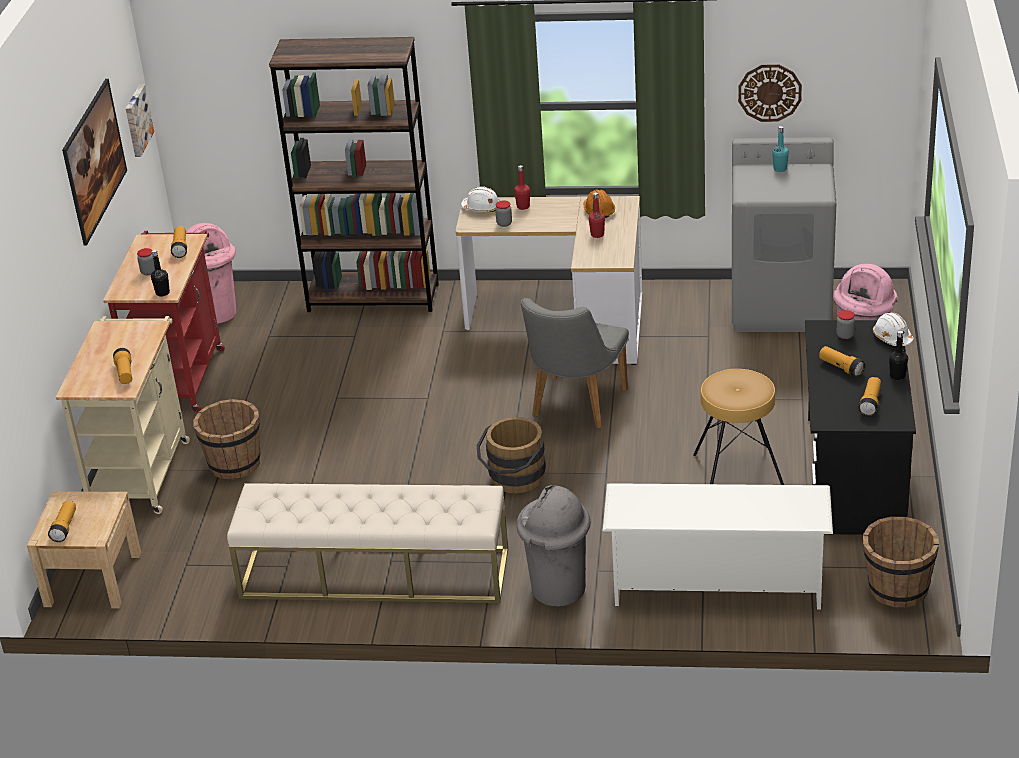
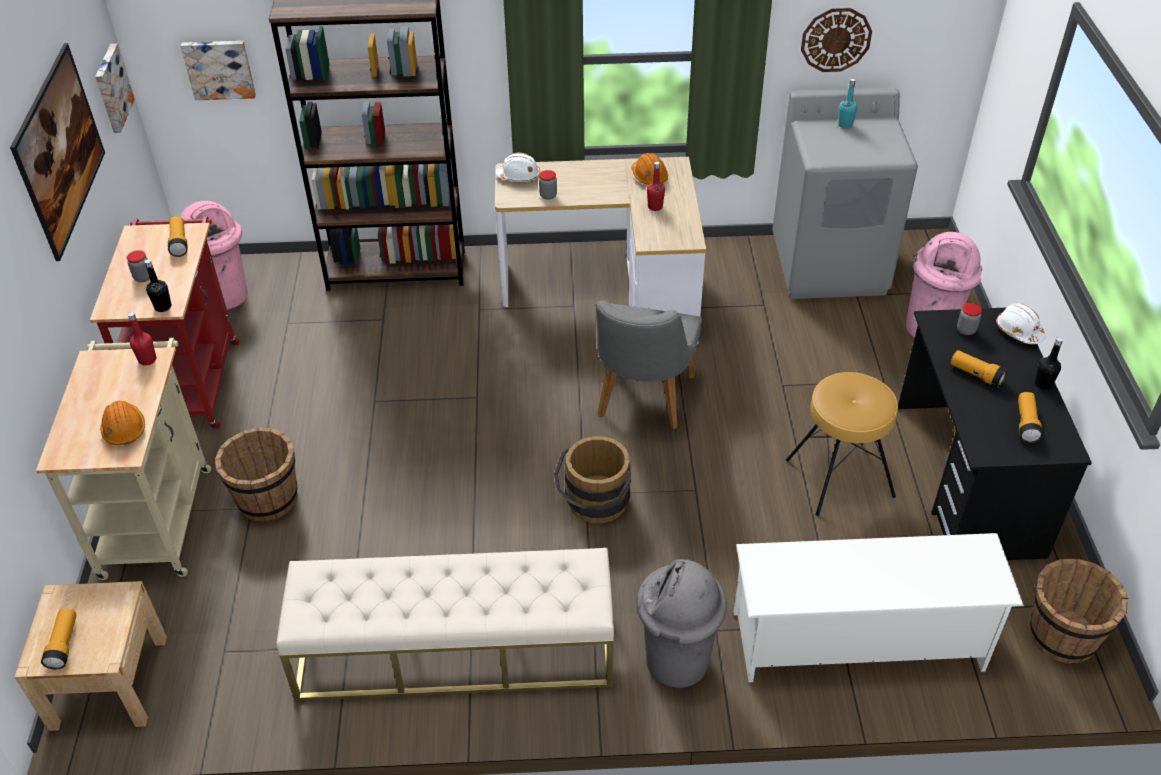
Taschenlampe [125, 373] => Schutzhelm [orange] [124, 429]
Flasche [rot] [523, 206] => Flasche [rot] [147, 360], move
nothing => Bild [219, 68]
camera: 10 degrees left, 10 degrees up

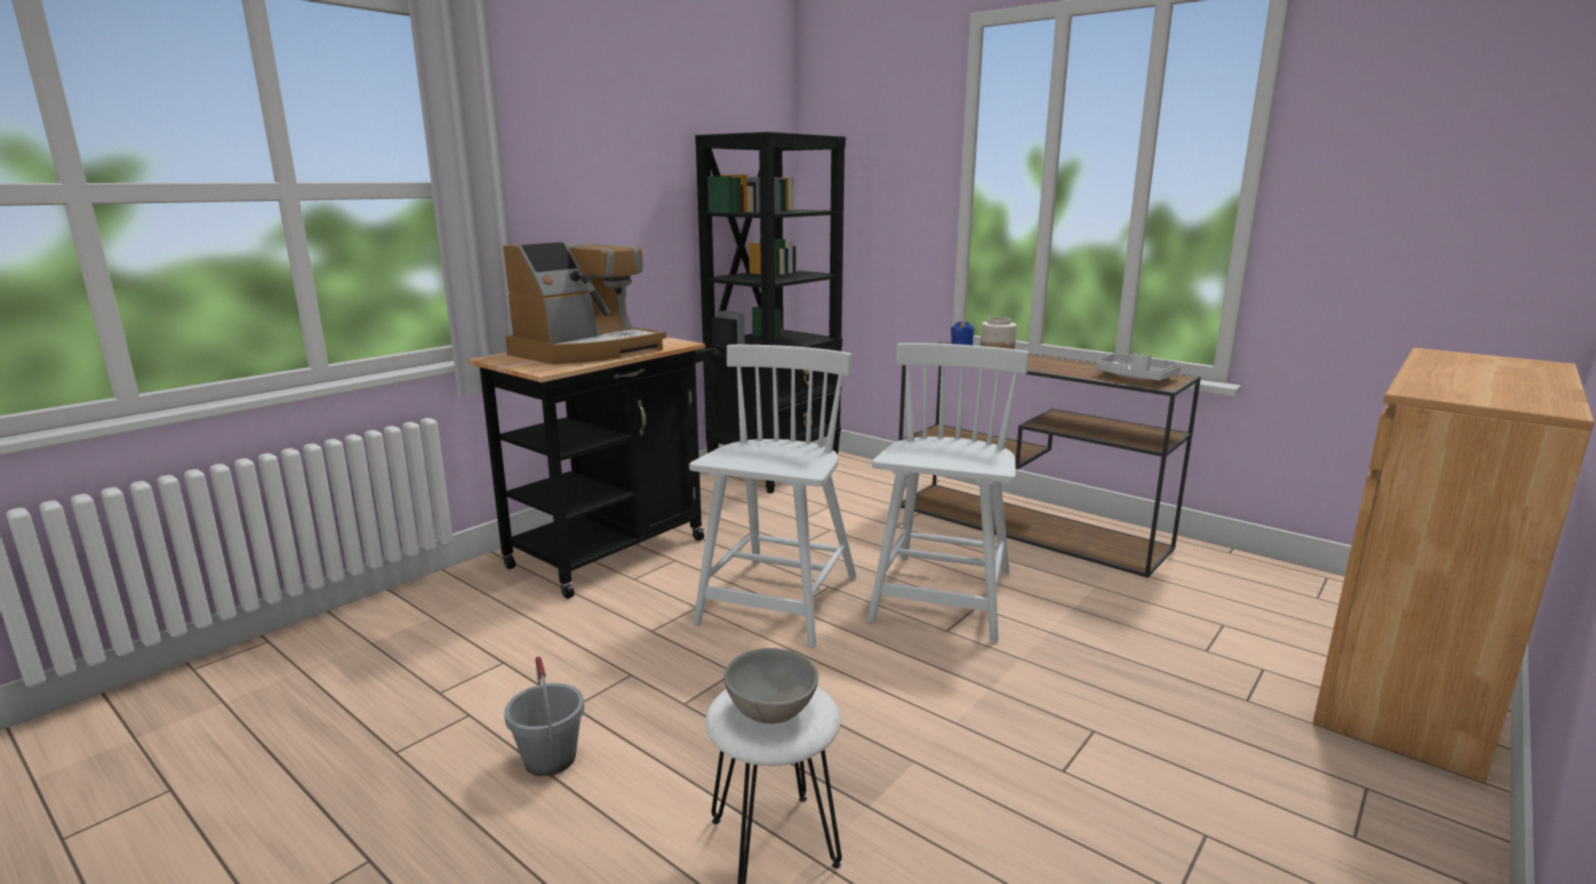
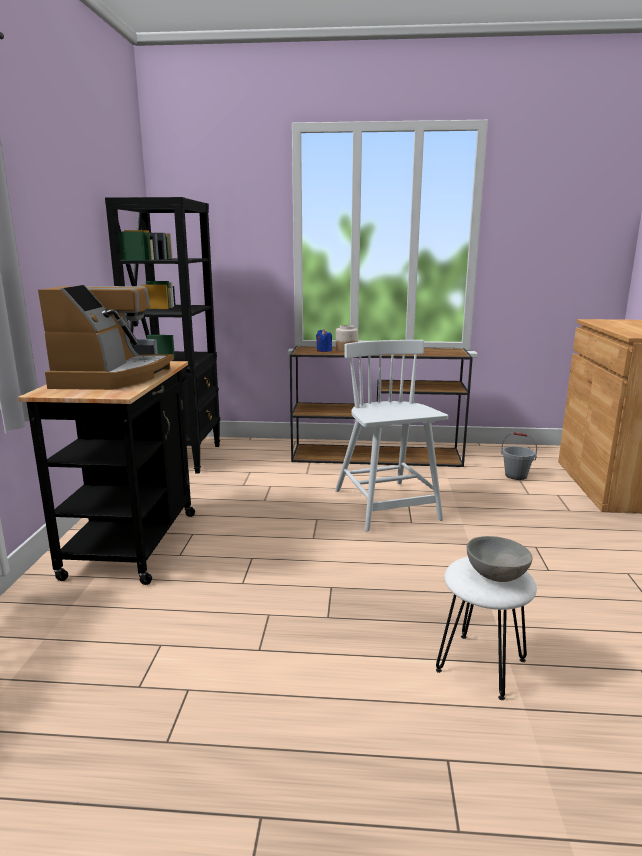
Eimer [grau] [550, 759] => Eimer [grau] [516, 476], move
Stuhl [weiß] [779, 602] => nothing
Tablett [grau] [1135, 377] => nothing
camera: 35 degrees left, 0 degrees up

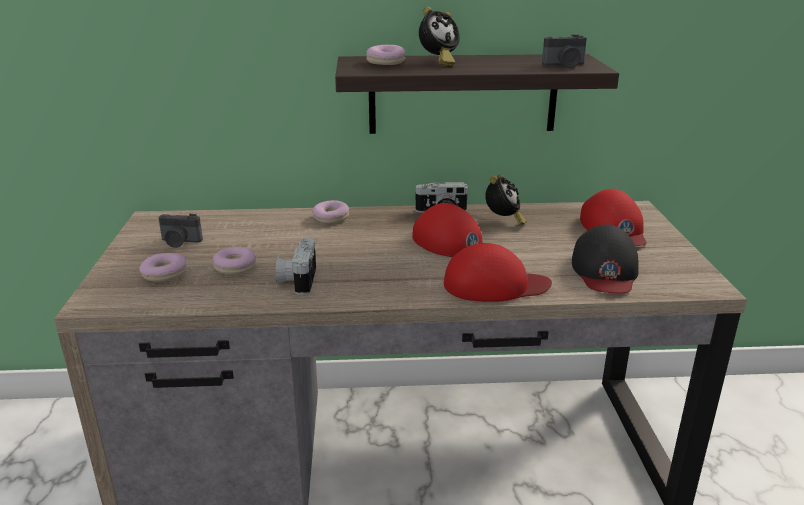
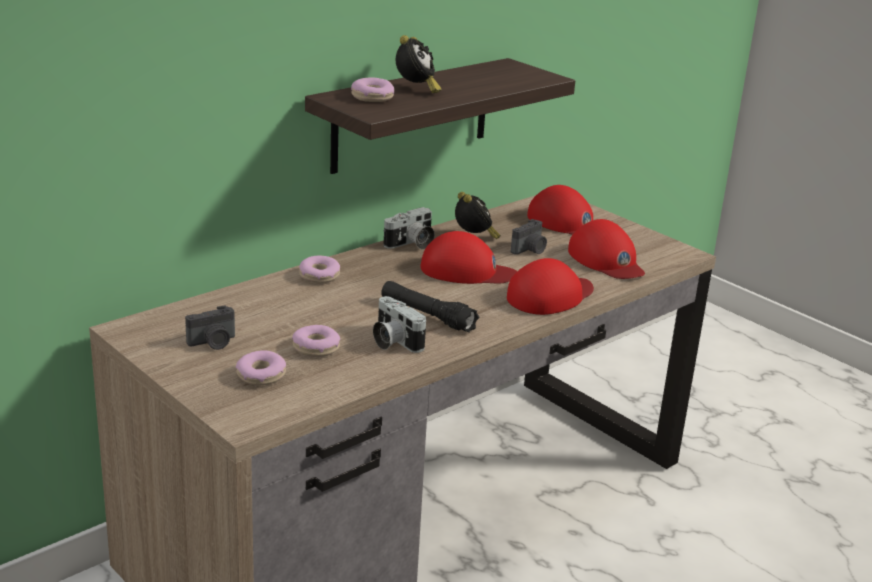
nothing => Taschenlampe [schwarz] [427, 315]
Kamera [565, 65] => Kamera [530, 250], move
Kappe [schwarz] [605, 270] => Kappe [rot] [606, 260]
camera: 40 degrees left, 0 degrees up

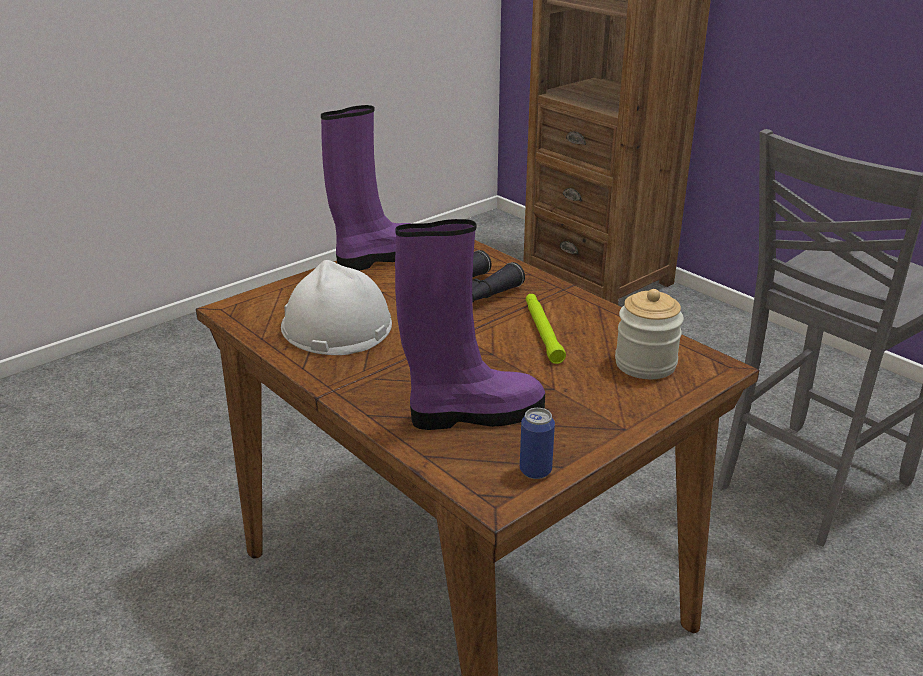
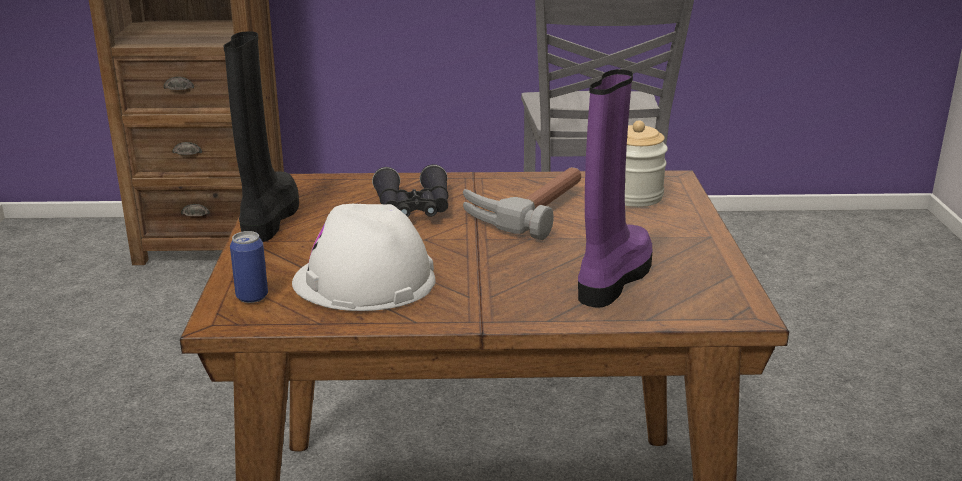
Stiefel [lila] [379, 258] => Stiefel [schwarz] [268, 218]
Dose [535, 470] => Dose [252, 297], move
Taschenlampe [grün] [542, 331] => Hammer [527, 208]
camera: 50 degrees left, 5 degrees down

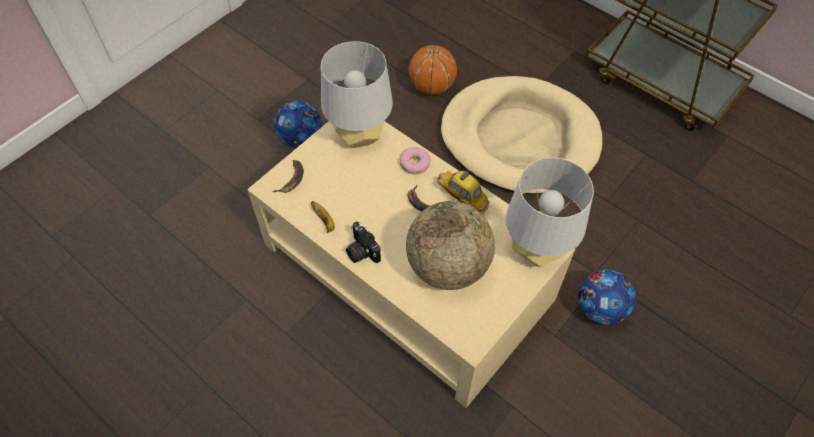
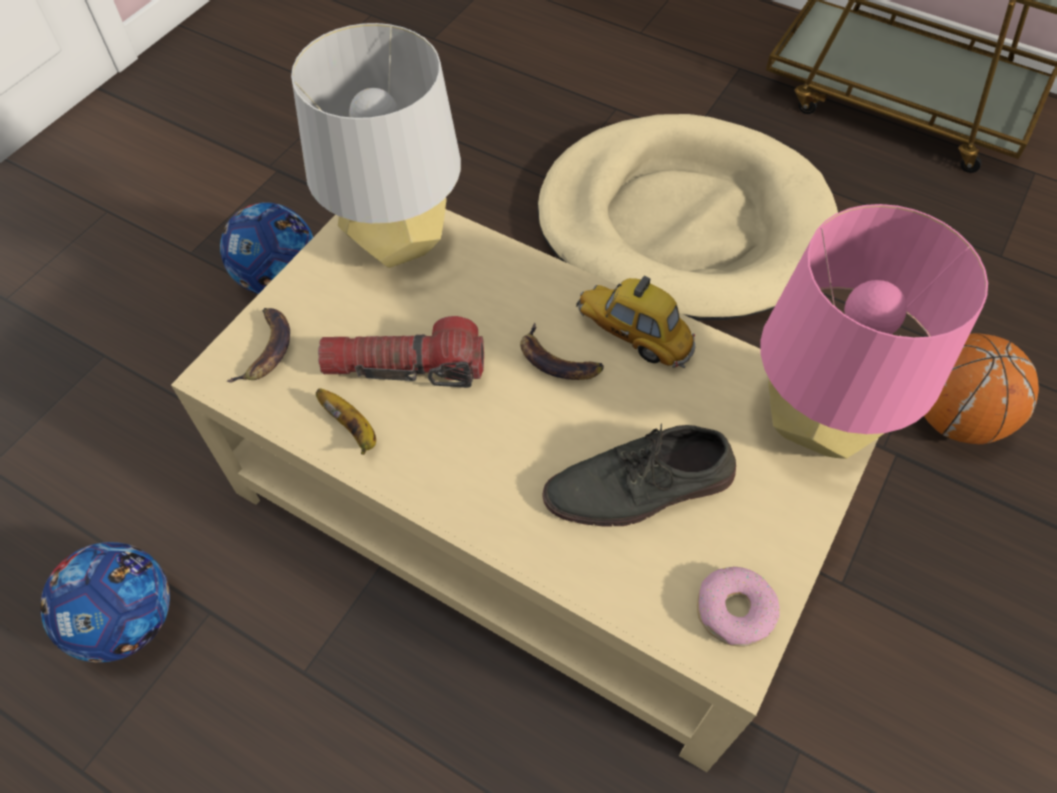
Fußball [600, 308] => Fußball [128, 620], move
nothing => Taschenlampe [405, 367]
Globus [448, 267] => Schuh [grau] [640, 488]
Donut [415, 164] => Donut [734, 610], move
Tischlampe [grau] [536, 251] => Tischlampe [rosa] [815, 424]
Basketball [432, 87] => Basketball [953, 418], move
Kamera [361, 251] => nothing
camera: 10 degrees left, 0 degrees up

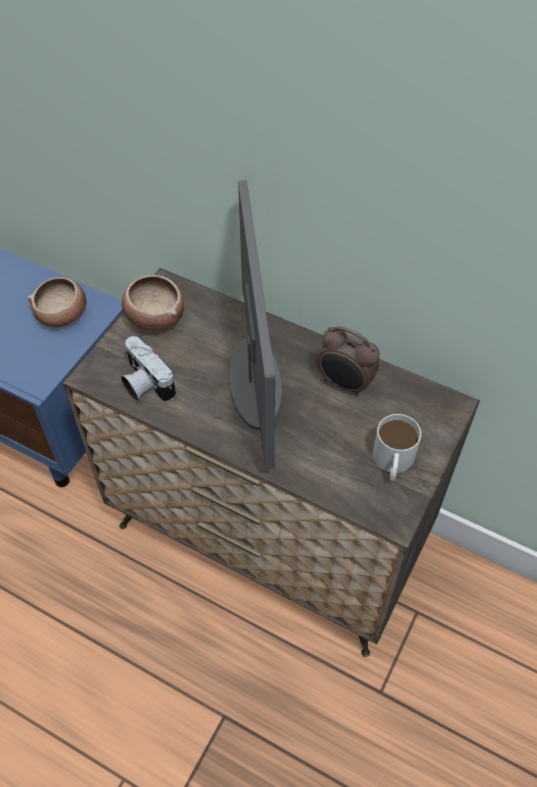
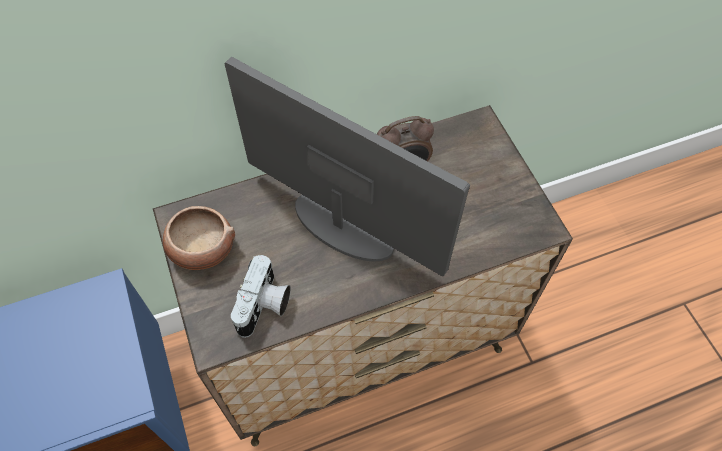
Kamera [144, 384] => Kamera [265, 306], 75 degrees counterclockwise
Schüssel [63, 314] => nothing
Henkelbecher [weiß] [392, 462] => nothing
camera: 50 degrees left, 5 degrees up

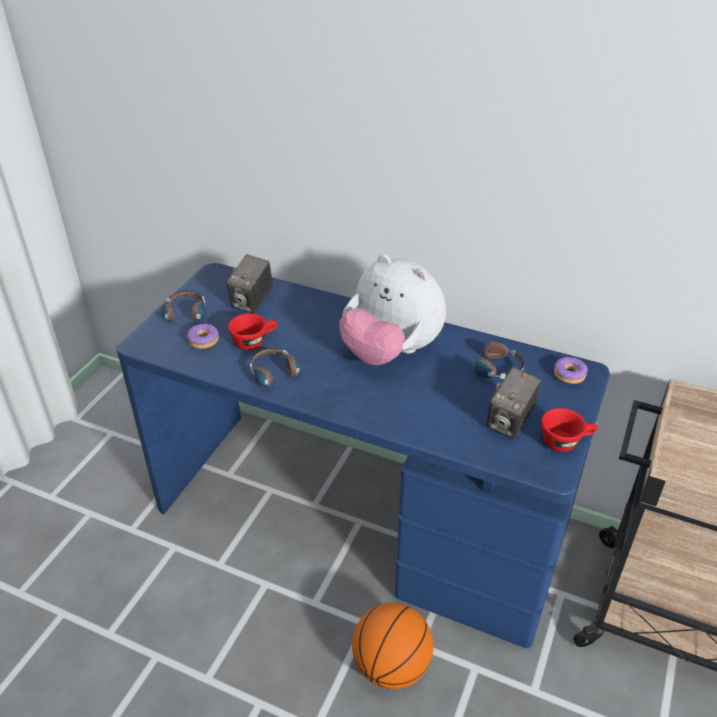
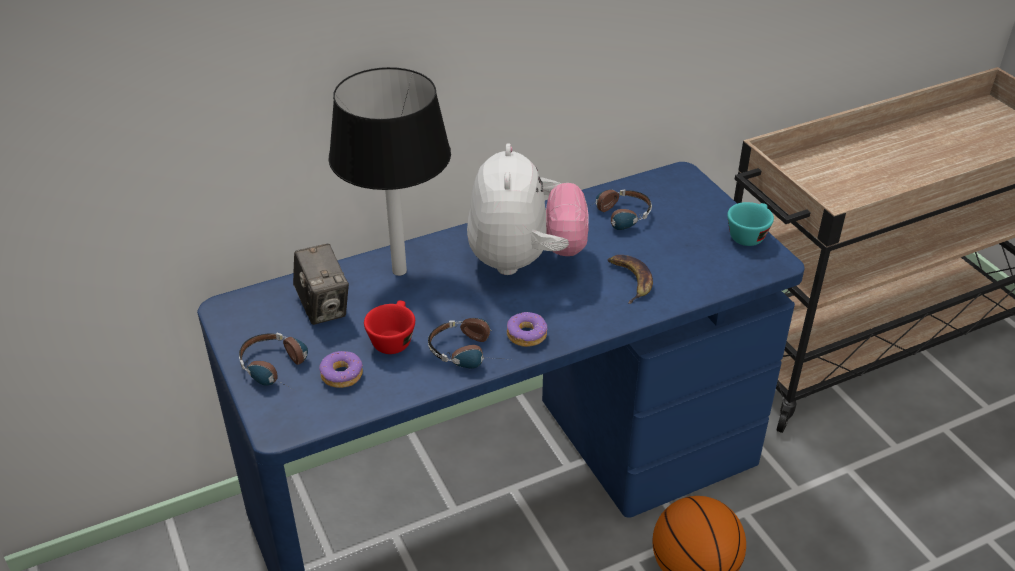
nothing => Tischlampe [schwarz] [399, 271]
Plüschtier [390, 352] => Plüschtier [524, 260], 75 degrees counterclockwise
Donut [569, 375] => Donut [526, 335], move
nothing => Banane [630, 280]
Tasse [rot] [565, 441] => Tasse [türkis] [748, 234]
Kamera [510, 422] => nothing
camera: 50 degrees left, 0 degrees up

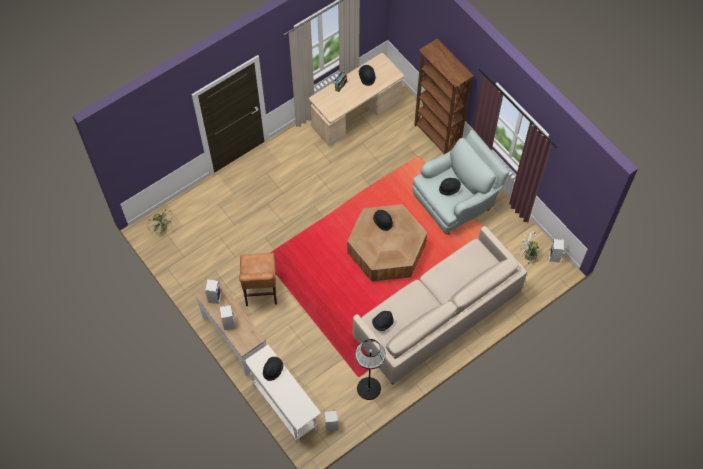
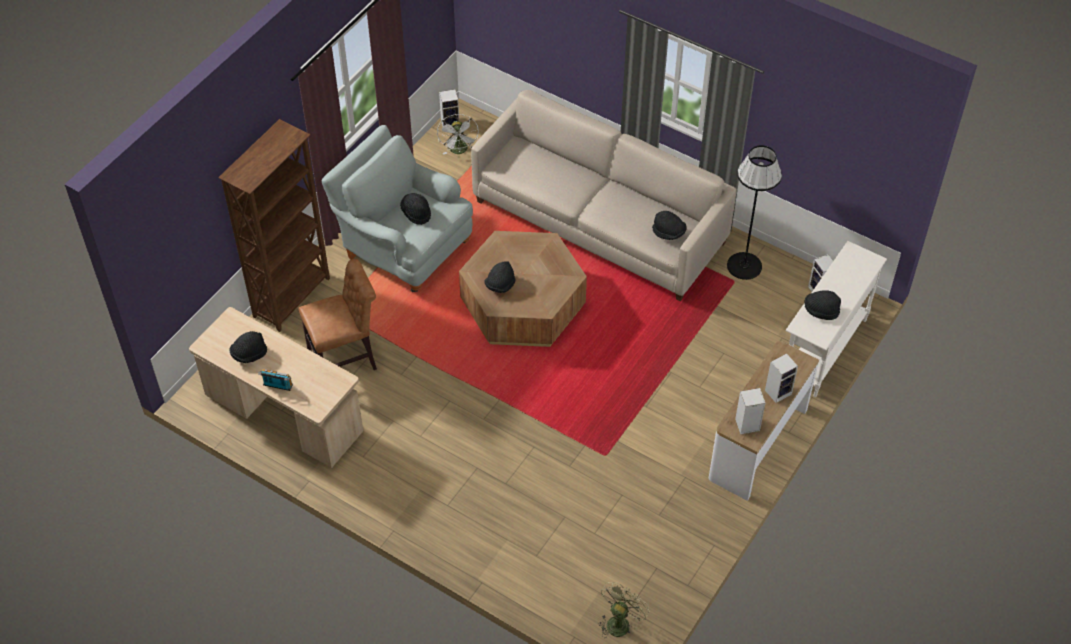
Stuhl [braun] [260, 291] => Stuhl [braun] [346, 359], move
camera: 110 degrees left, 10 degrees down

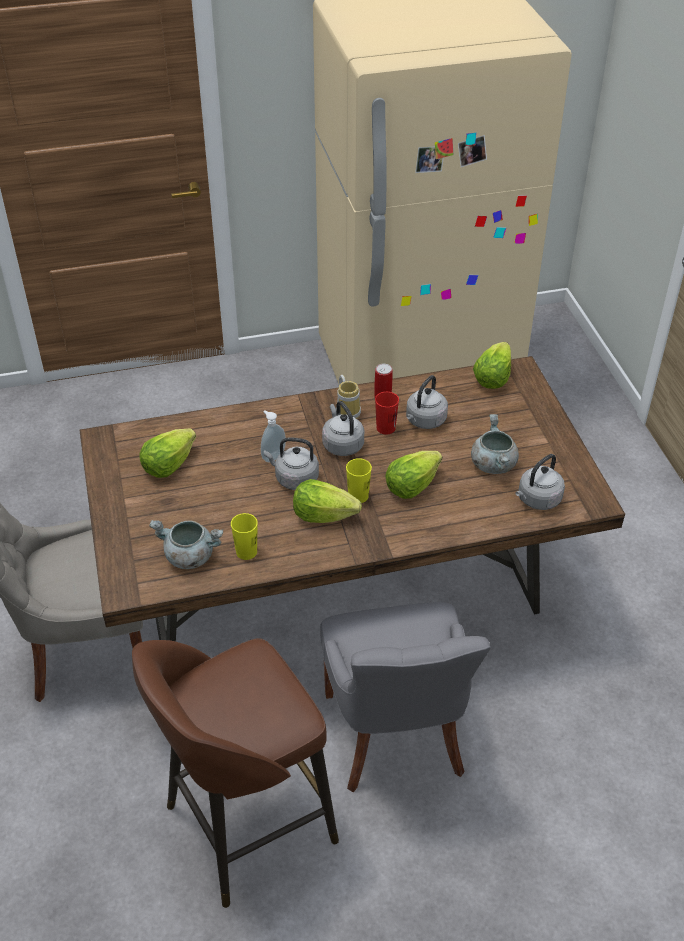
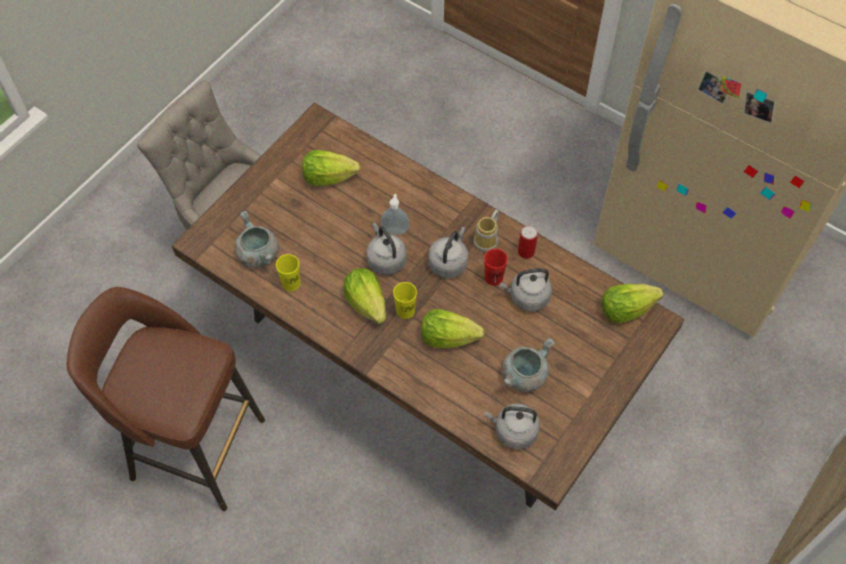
Stuhl [grau] [396, 736] => nothing
camera: 50 degrees right, 15 degrees up

